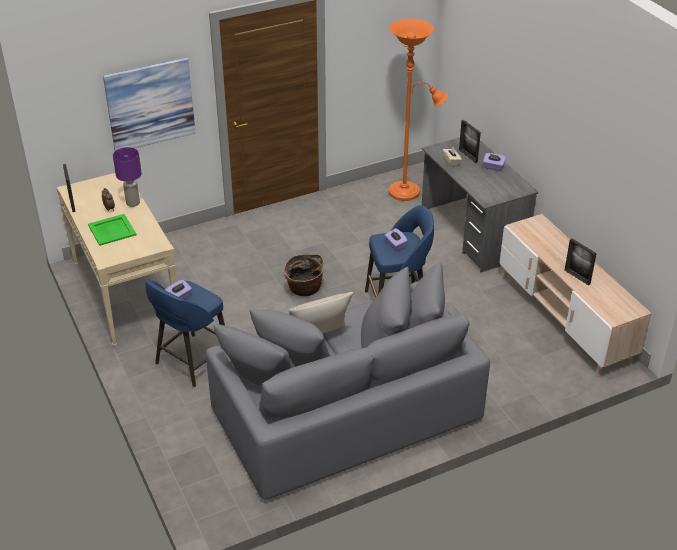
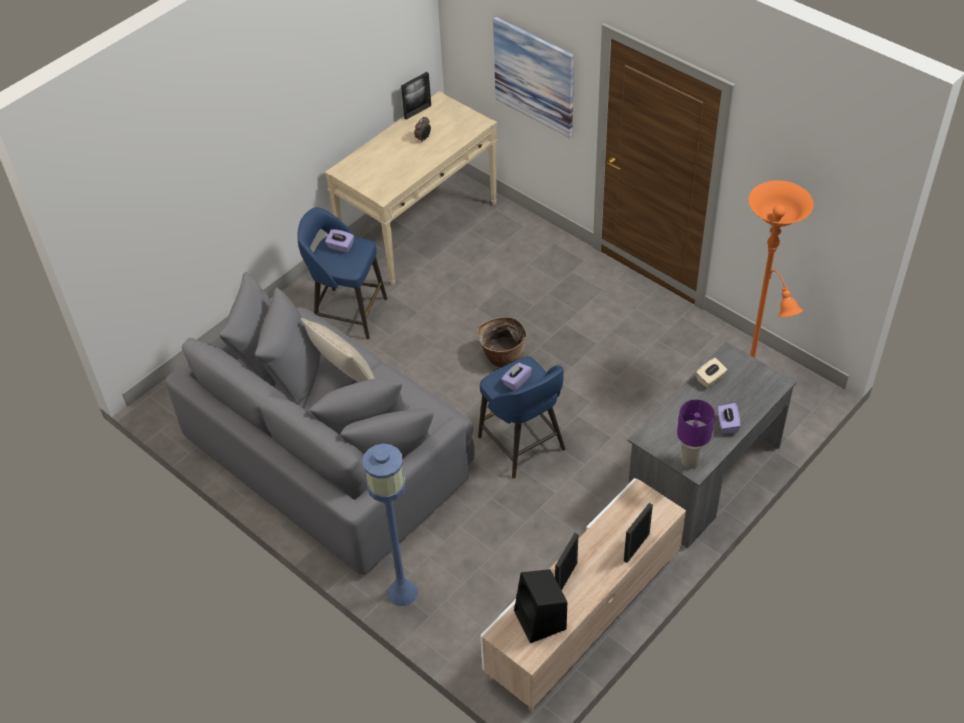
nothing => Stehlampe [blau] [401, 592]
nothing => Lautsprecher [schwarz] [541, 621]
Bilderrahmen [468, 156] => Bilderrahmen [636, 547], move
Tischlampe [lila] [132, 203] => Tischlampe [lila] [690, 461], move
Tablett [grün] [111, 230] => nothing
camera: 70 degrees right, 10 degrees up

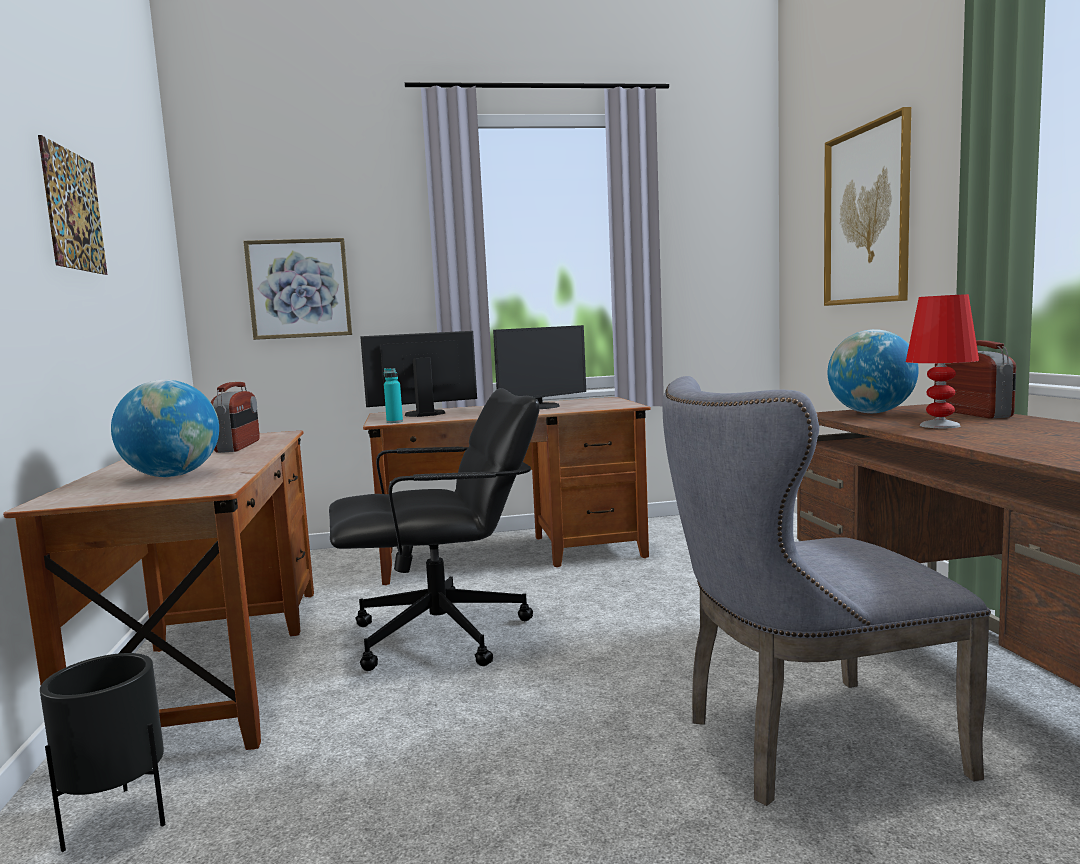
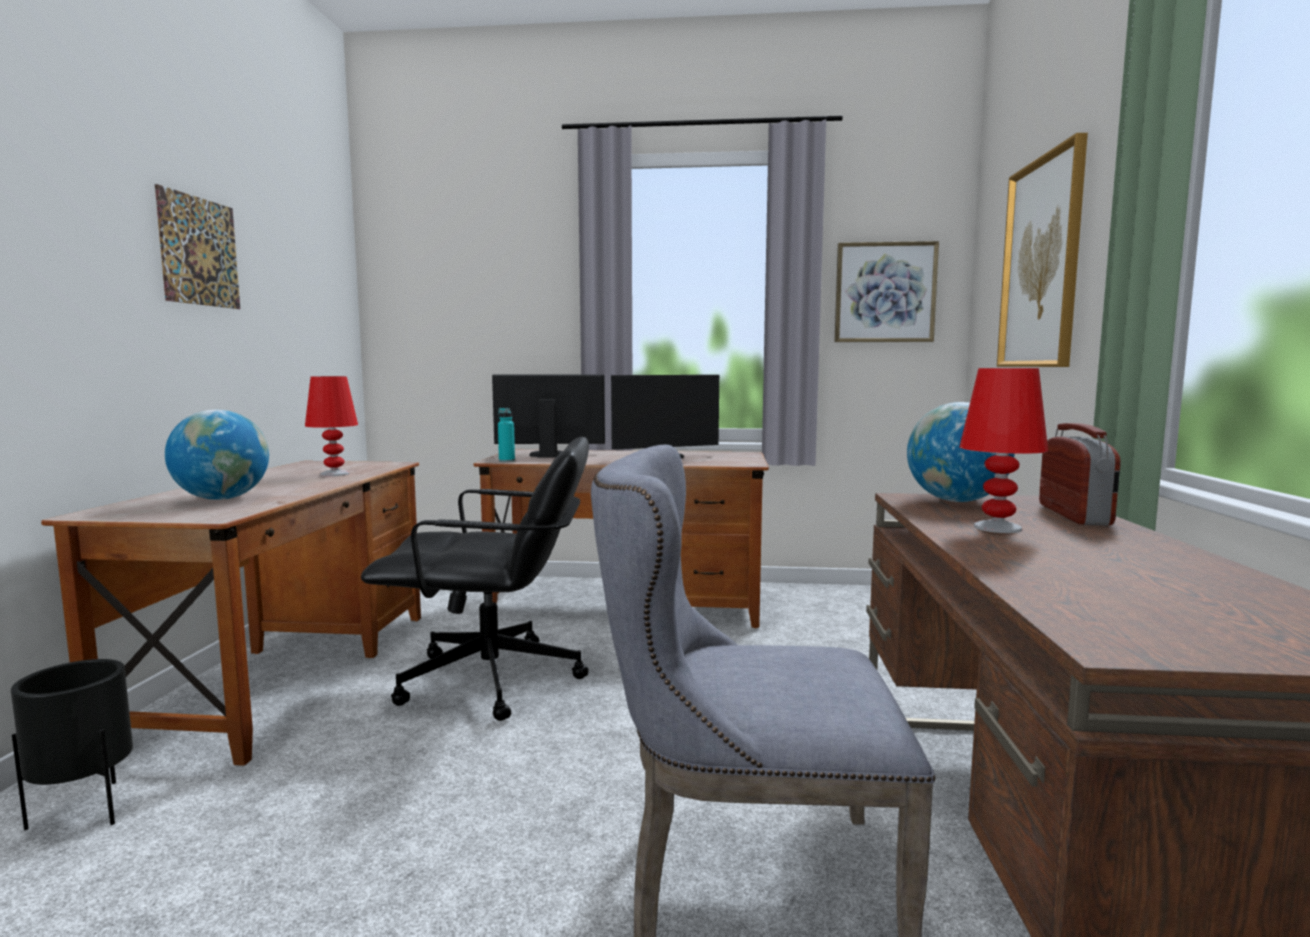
Radio [239, 446] => Tischlampe [rot] [334, 474]
Bild [299, 289] => Bild [885, 292], move
camera: 15 degrees right, 0 degrees up

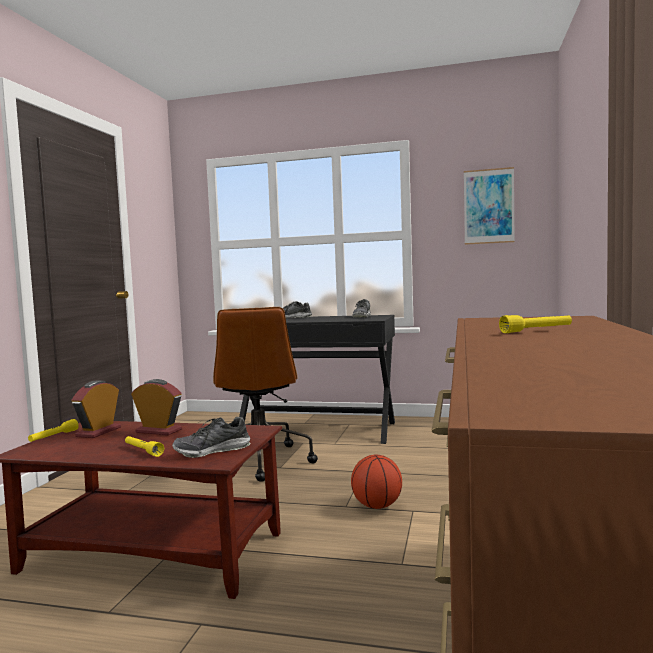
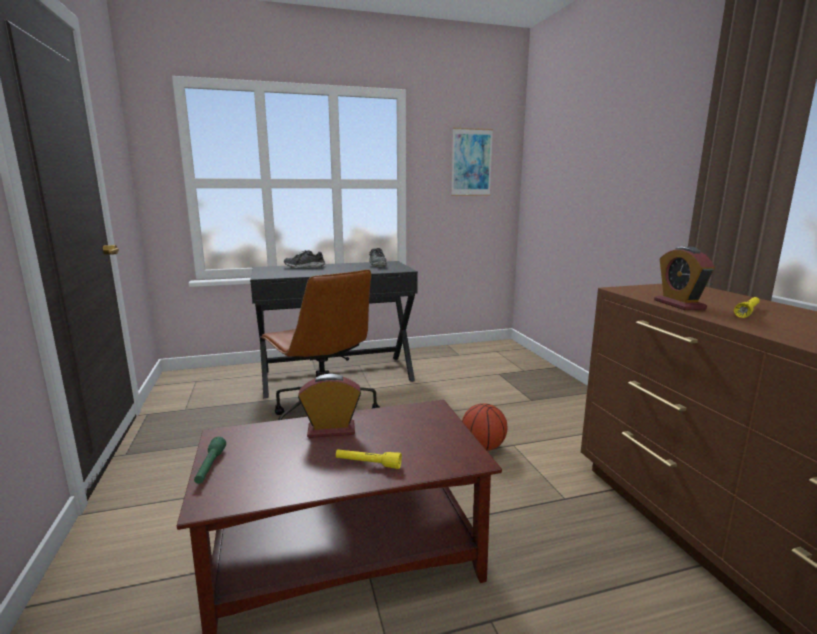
Taschenlampe [gelb] [53, 437] => Taschenlampe [grün] [210, 467]
Wecker [99, 432] => Wecker [679, 304], move
Schuh [212, 451] => nothing
camera: 30 degrees left, 10 degrees up

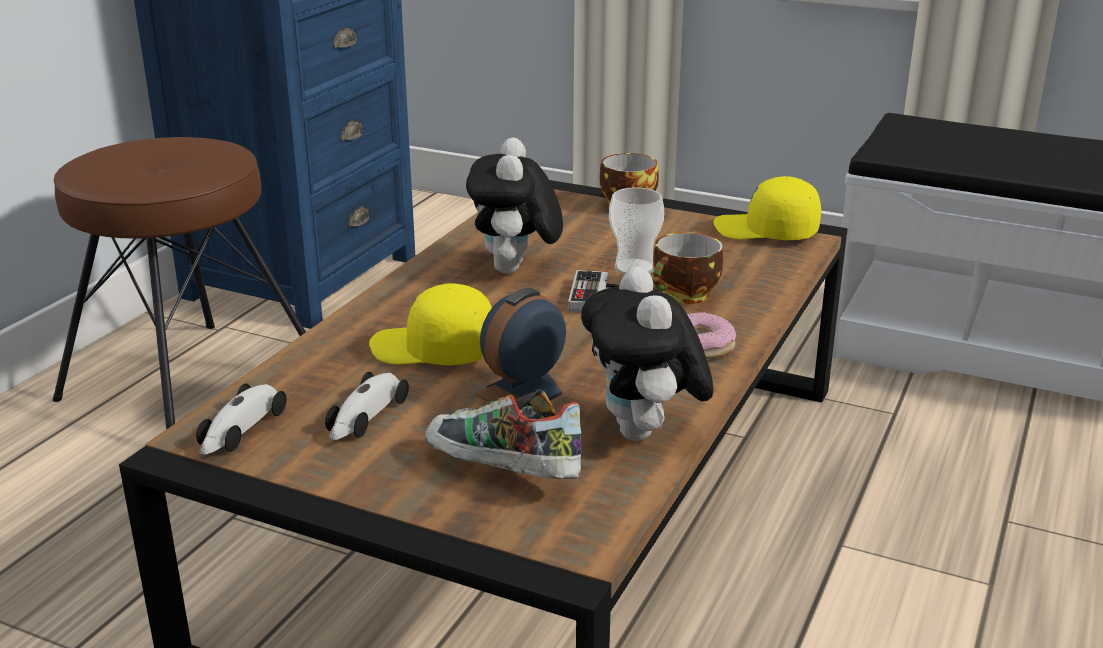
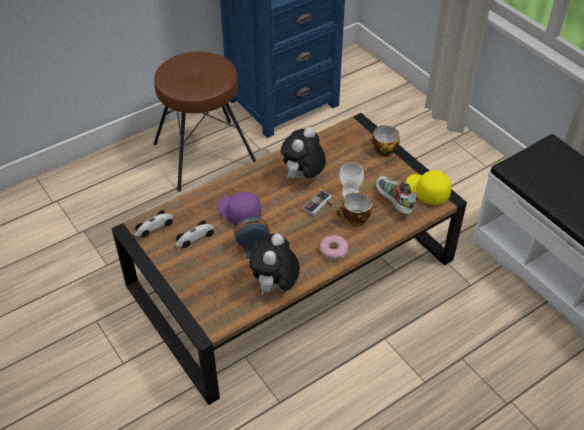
Kappe [gelb] [432, 351] => Kappe [lila] [238, 213]
Schuh [501, 474] => Schuh [393, 202], move
camera: 30 degrees right, 20 degrees up

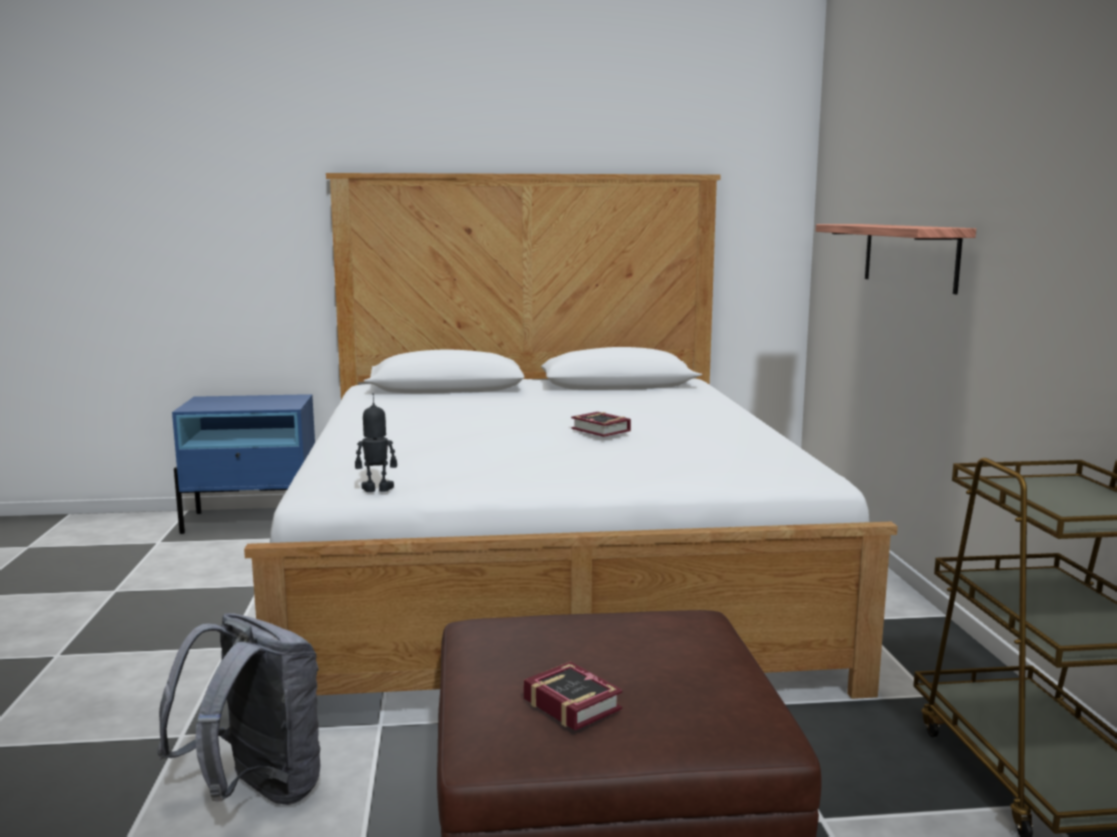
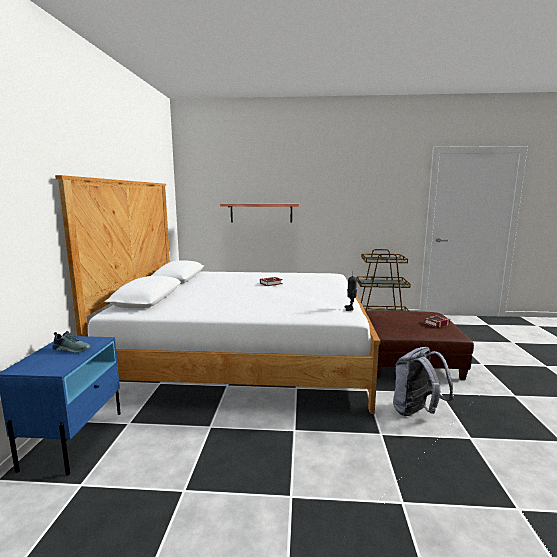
nothing => Schuh [72, 349]
camera: 80 degrees left, 0 degrees up

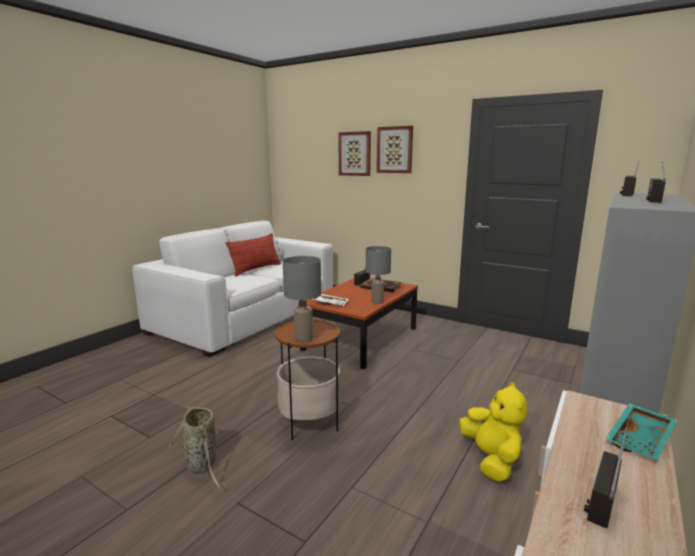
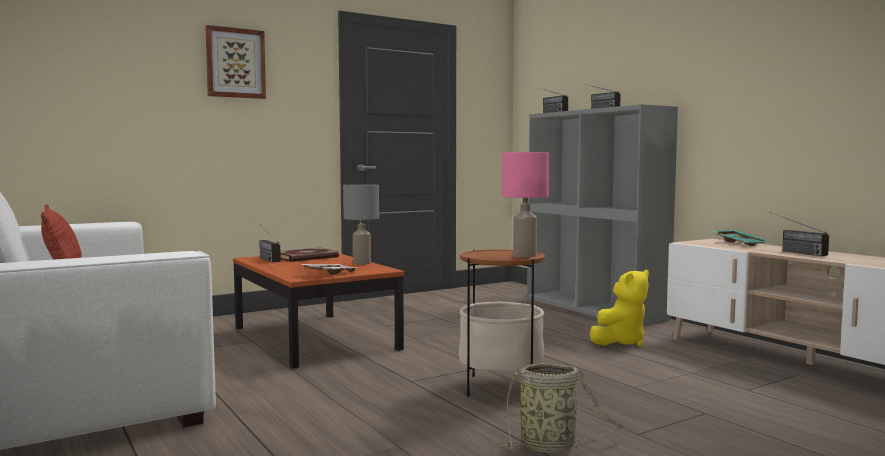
Tischlampe [grau] [304, 338] => Tischlampe [rosa] [525, 256]
Plüschtier [gelb] [491, 459] => Plüschtier [gelb] [620, 342], 120 degrees clockwise
Bild [355, 154] => nothing
camera: 65 degrees left, 10 degrees down

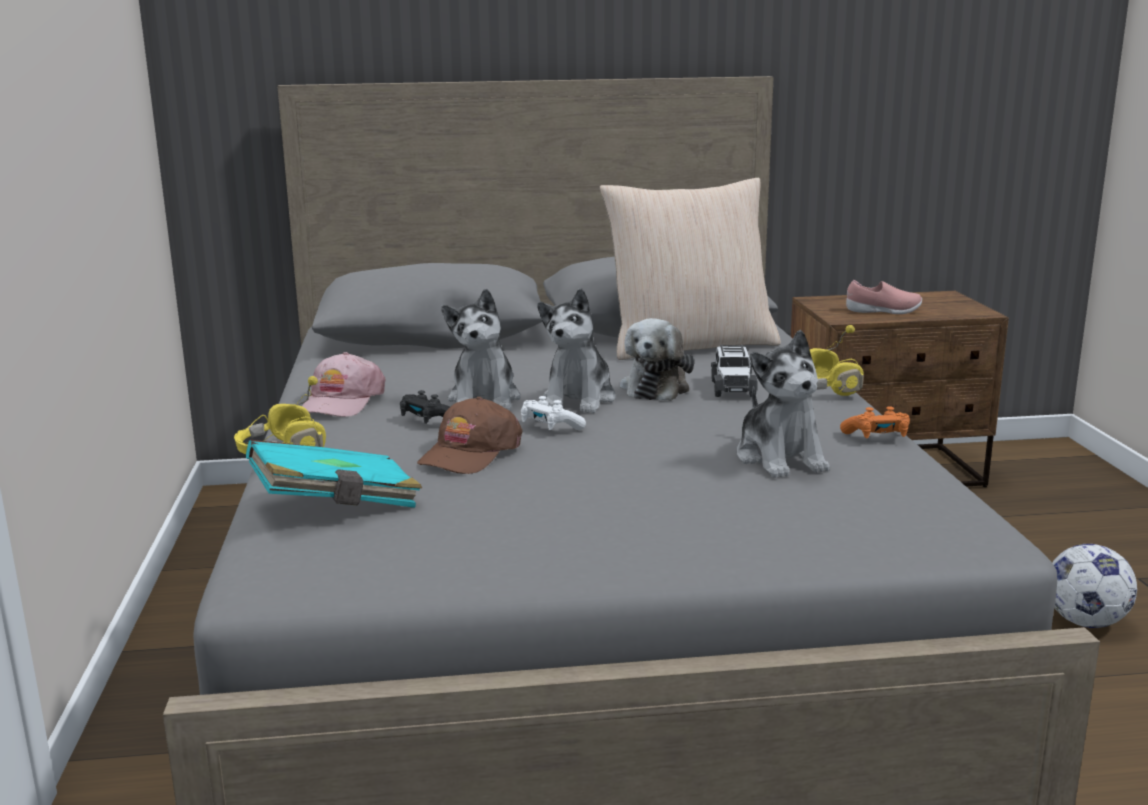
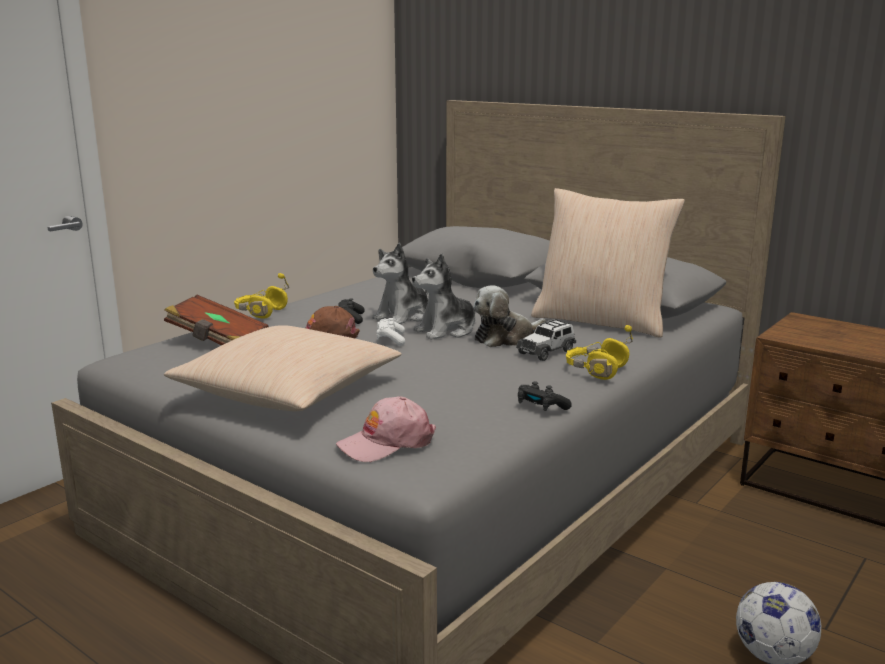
nothing => Kissen [beige] [289, 391]
Buch [türkis] [336, 505] => Buch [braun] [217, 341]
Kappe [rosa] [341, 402] => Kappe [rosa] [386, 443], move
Gamepad [orange] [877, 437] => Gamepad [schwarz] [541, 407]
Plüschtier [780, 458] => nothing
Schuh [rosa] [883, 311] => nothing
camera: 45 degrees right, 0 degrees up

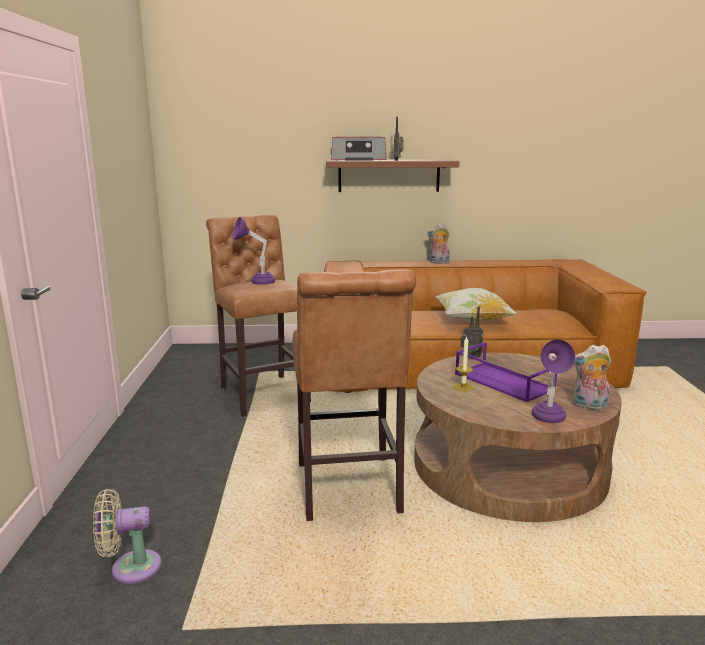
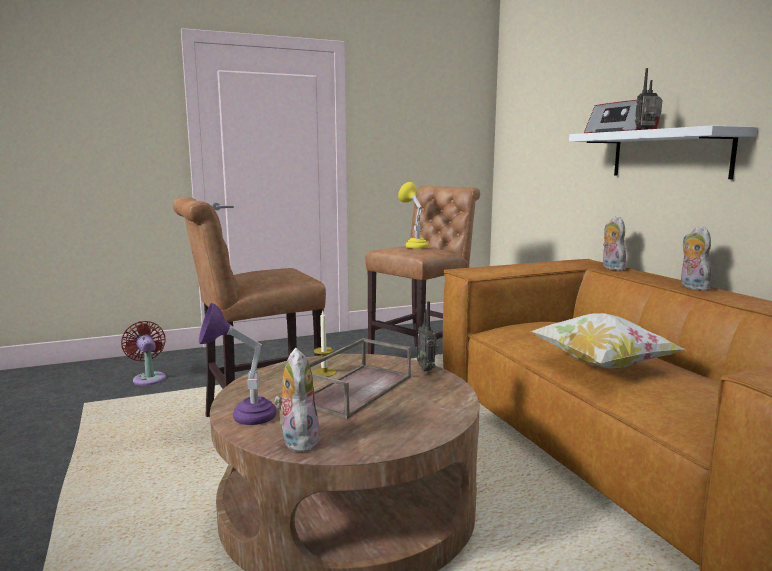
Ventilator [beige] [130, 568] => Ventilator [rot] [149, 378]
Tablett [lila] [502, 381] => Tablett [braun] [355, 389]
Tischlampe [lila] [256, 282] => Tischlampe [gelb] [413, 246]
Wandregal [braun] [389, 175] => Wandregal [weiß] [669, 154]
nothing => Plüschtier [611, 268]
camera: 70 degrees right, 5 degrees down

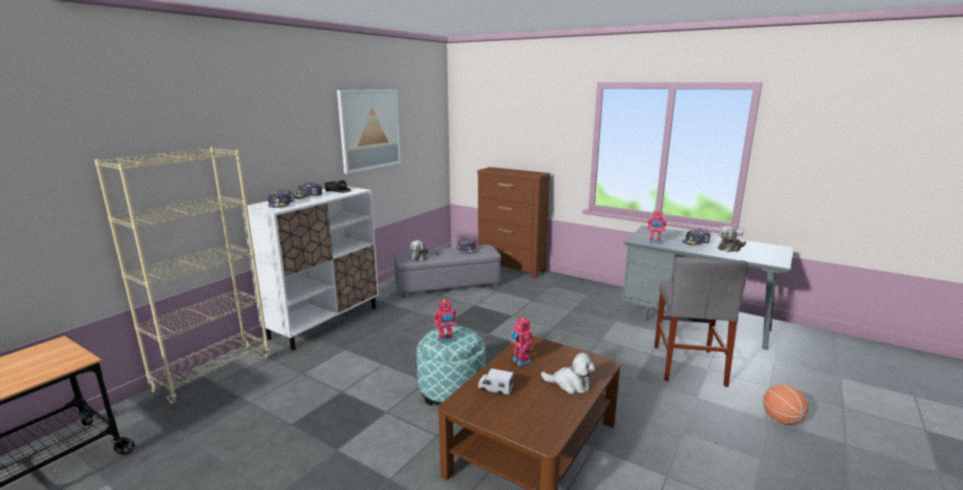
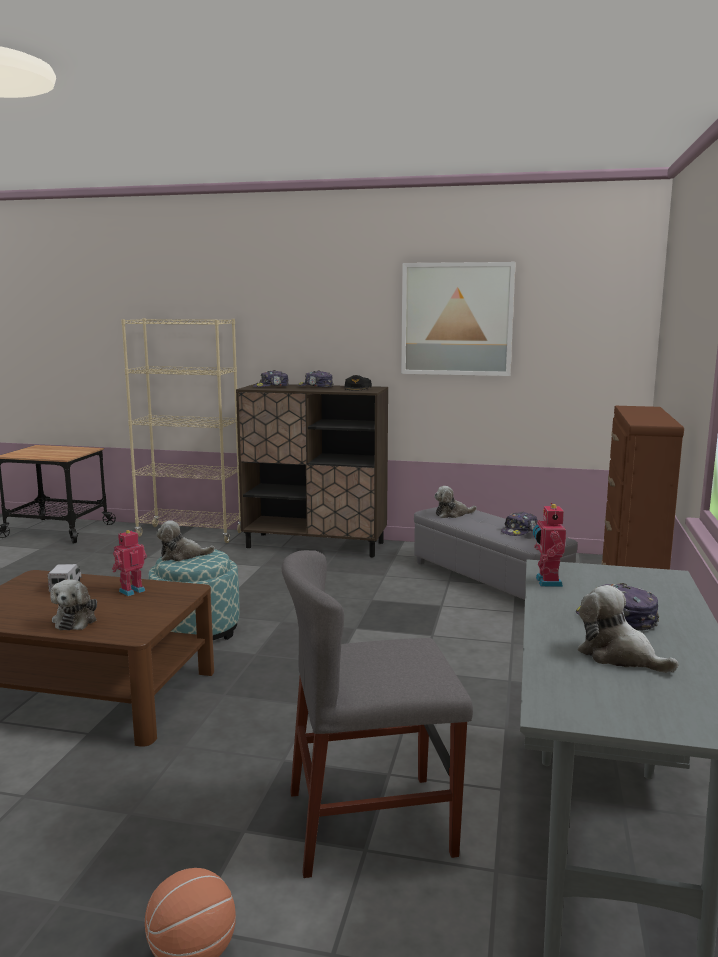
Spielzeugroboter [446, 340] => Plüschtier [182, 556]
Schrank [weiß] [325, 322] => Schrank [braun] [316, 545]
camera: 70 degrees right, 5 degrees down

